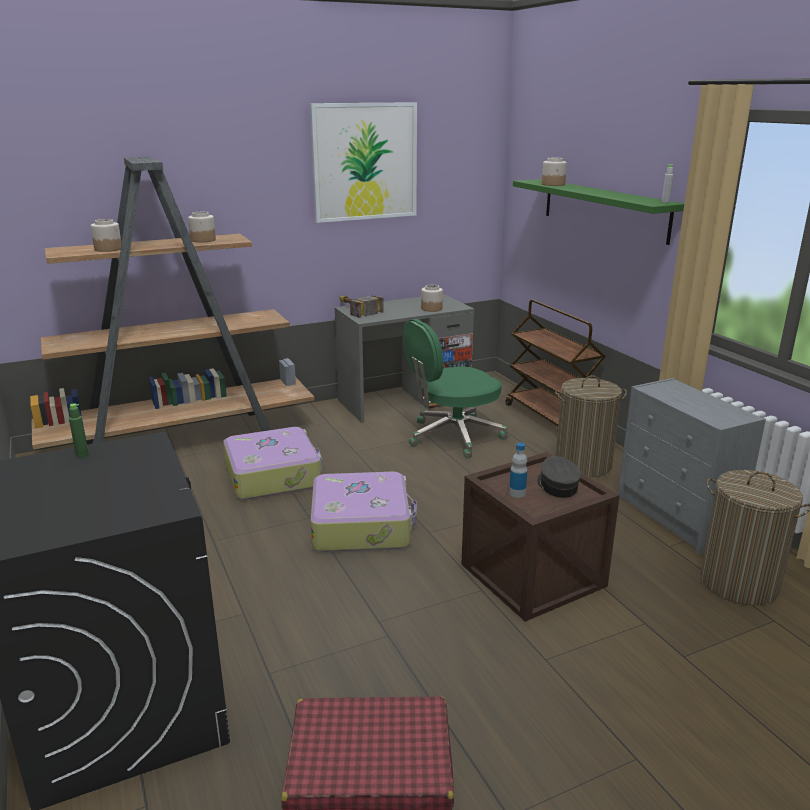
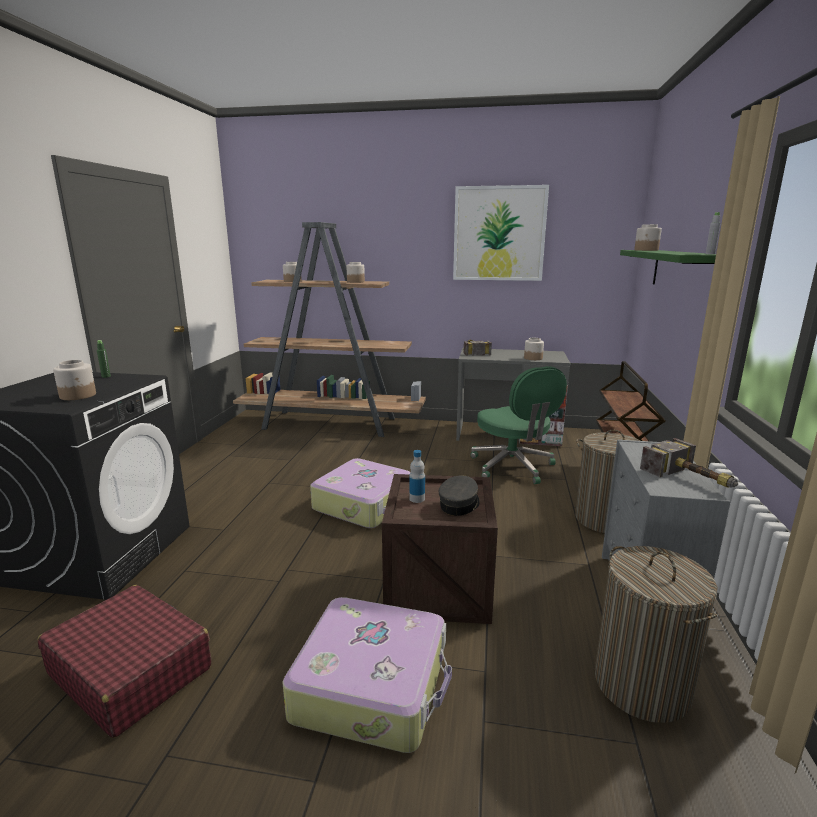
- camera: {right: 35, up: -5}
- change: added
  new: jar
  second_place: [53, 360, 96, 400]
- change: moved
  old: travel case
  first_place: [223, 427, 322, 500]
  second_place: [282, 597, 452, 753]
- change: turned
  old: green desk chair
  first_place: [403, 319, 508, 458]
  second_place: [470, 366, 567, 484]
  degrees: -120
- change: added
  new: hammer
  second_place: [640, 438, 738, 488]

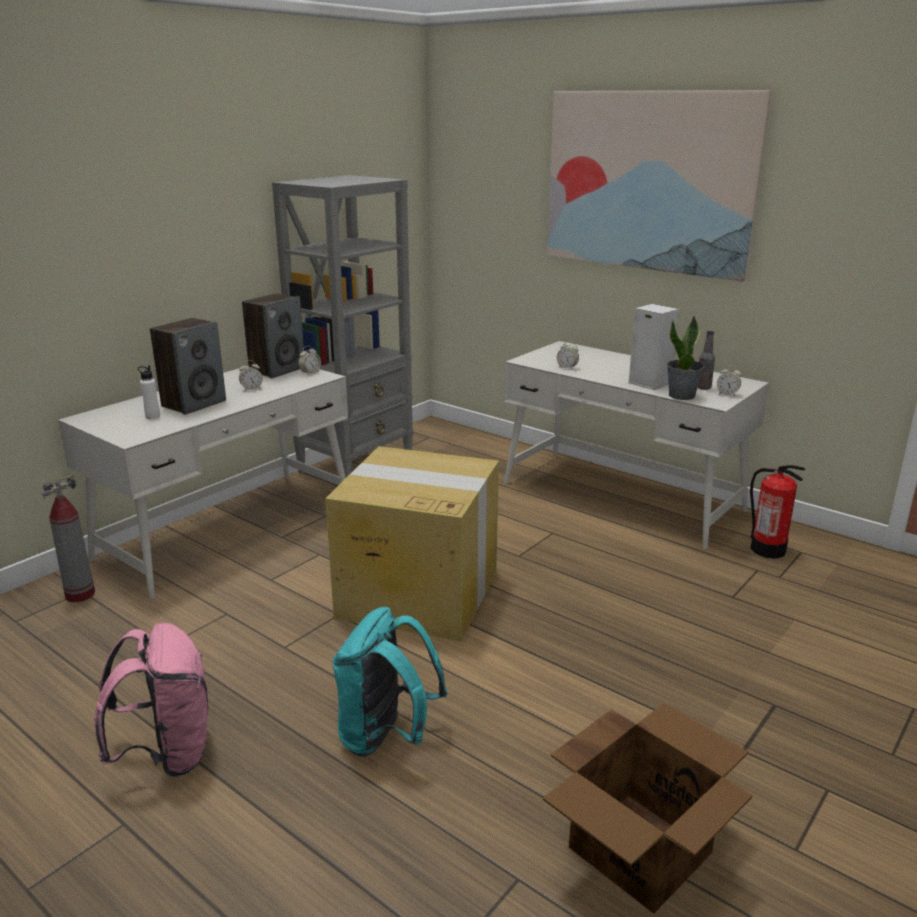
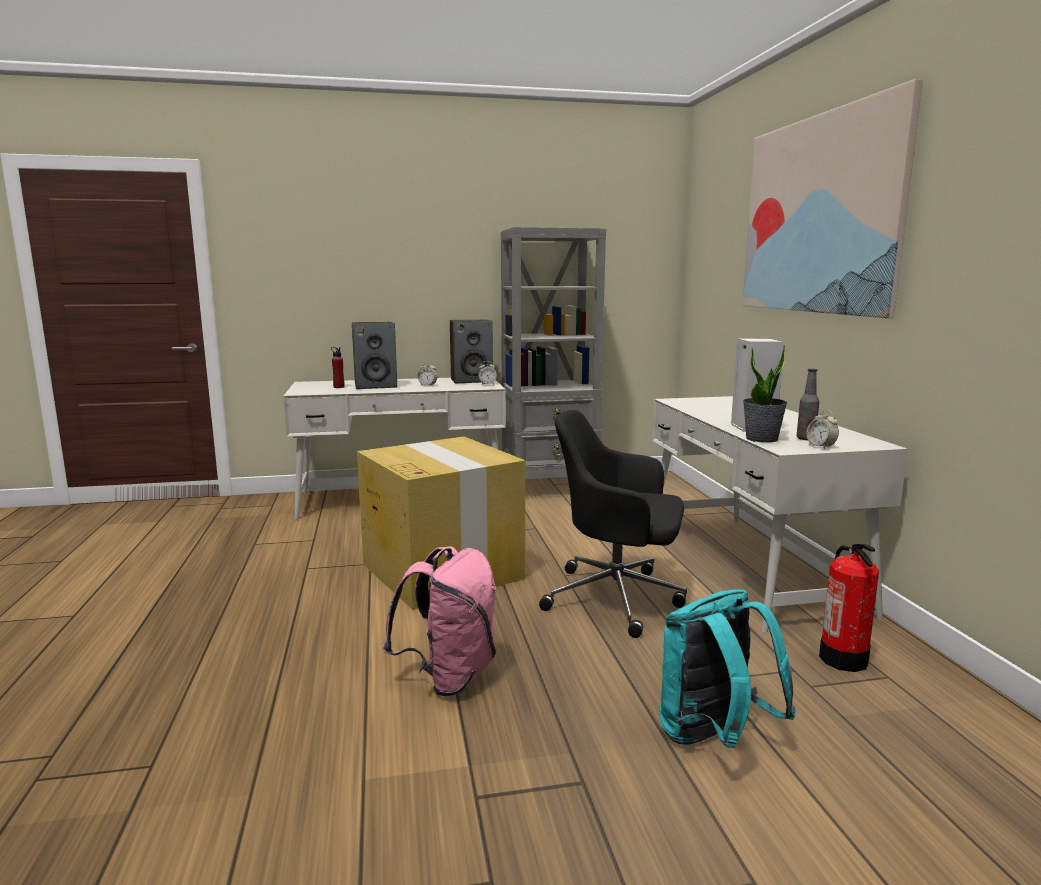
- camera: {right: 40, up: -10}
- change: recoloured
  old: whitish beverage bottle
  new: reddish beverage bottle
  first_place: [138, 365, 160, 419]
  second_place: [331, 347, 345, 388]
- change: moved
  old: pink-coloured knapsack
  first_place: [94, 623, 209, 777]
  second_place: [383, 546, 496, 697]
- change: added
  new: black-coloured desk chair
  second_place: [539, 410, 687, 638]
- change: moved
  old: blue-green knapsack
  first_place: [332, 607, 447, 757]
  second_place: [659, 589, 796, 748]
- change: removed
  old: fire extinguisher
  first_place: [42, 475, 95, 602]
- change: removed
  old: cardboard box
  first_place: [543, 703, 753, 914]
- change: removed
  old: alarm clock
  first_place: [557, 341, 579, 369]

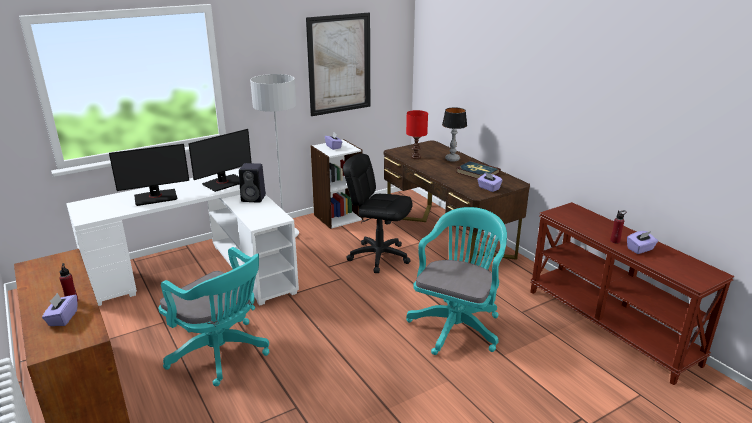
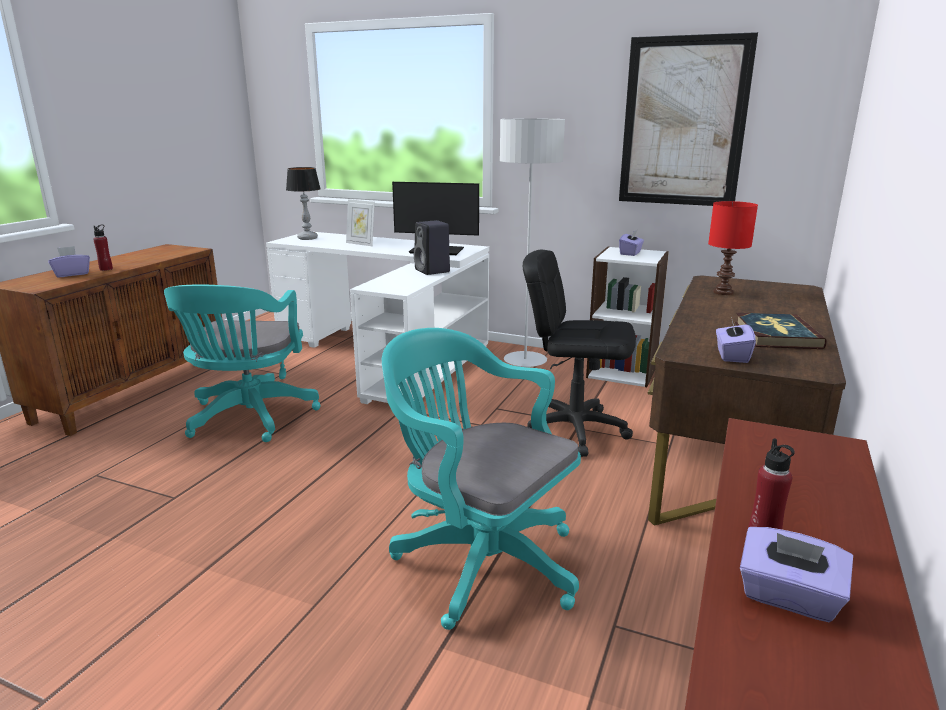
- camera: {right: 55, up: -5}
- change: moved
  old: tabletop lamp
  first_place: [442, 107, 467, 162]
  second_place: [286, 167, 321, 240]
- change: replaced
  old: computer display
  new: picture frame
  first_place: [109, 144, 189, 206]
  second_place: [346, 199, 375, 246]
- change: turned
  old: blue-green desk chair
  first_place: [406, 207, 507, 355]
  second_place: [382, 328, 581, 630]
  degrees: -135
- change: turned
  old: black-coloured desk chair
  first_place: [343, 153, 413, 273]
  second_place: [523, 250, 636, 457]
  degrees: -60

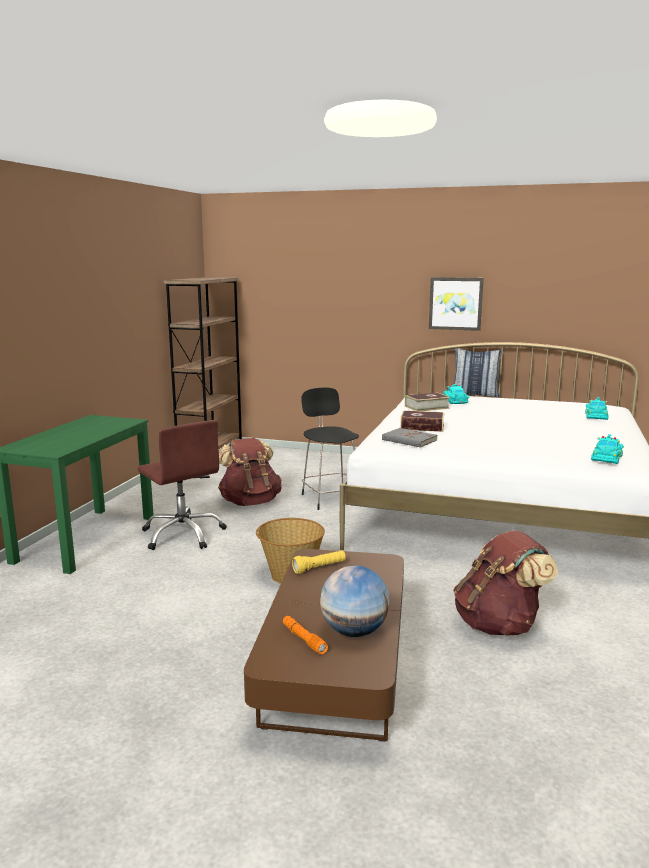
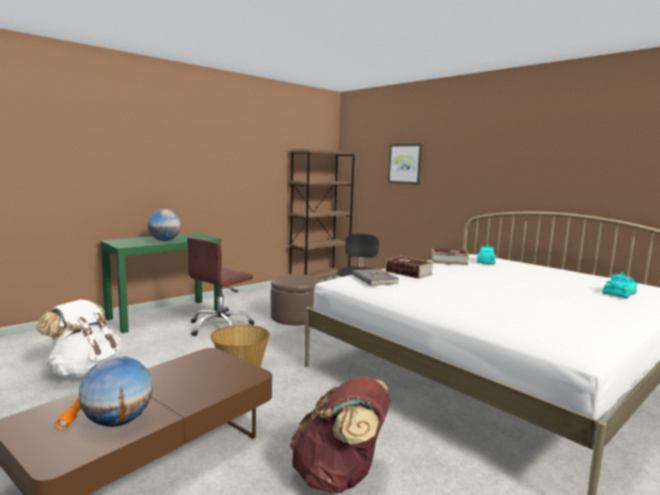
- camera: {right: 30, up: -5}
- change: added
  new: whitish knapsack
  second_place: [36, 300, 122, 378]
- change: added
  new: globe
  second_place: [147, 209, 181, 241]
- change: turned
  old: brownish desk chair
  first_place: [138, 420, 227, 550]
  second_place: [187, 237, 254, 336]
  degrees: 45
- change: replaced
  old: brownish knapsack
  new: brownish pouffe
  first_place: [218, 438, 282, 506]
  second_place: [271, 274, 321, 325]
- change: moved
  old: picture
  first_place: [429, 277, 484, 331]
  second_place: [388, 143, 423, 185]
- change: removed
  old: yellowish torch
  first_place: [292, 550, 346, 574]
- change: removed
  old: pillow
  first_place: [453, 348, 502, 397]
- change: removed
  old: blue-green miniature car
  first_place: [591, 434, 624, 464]

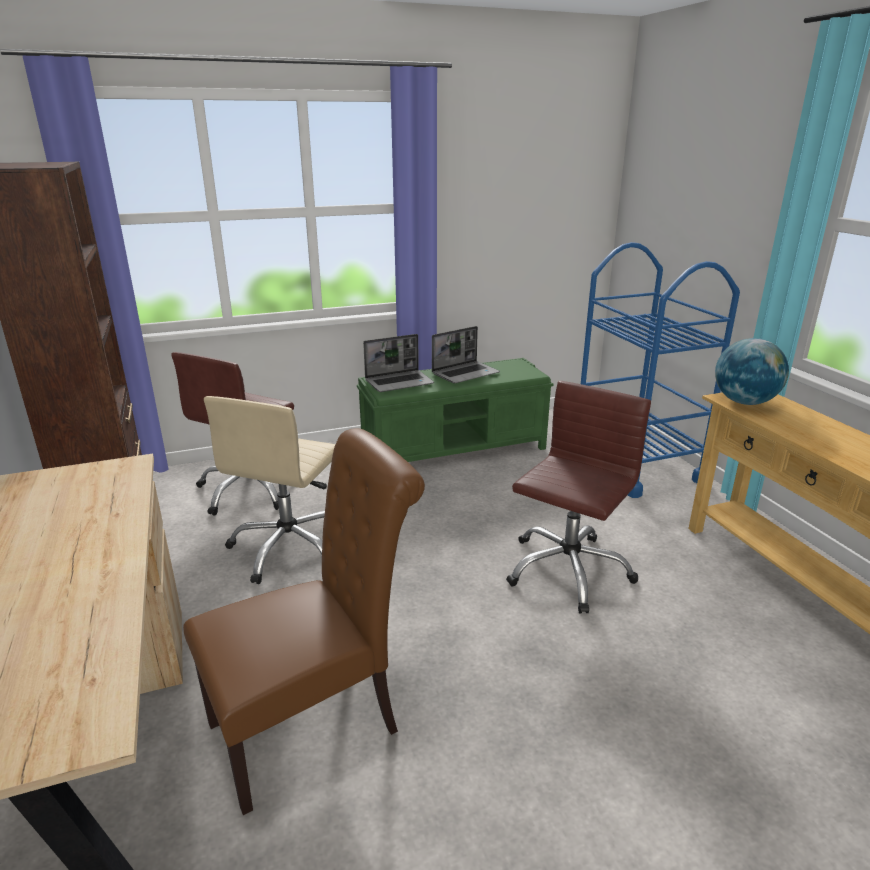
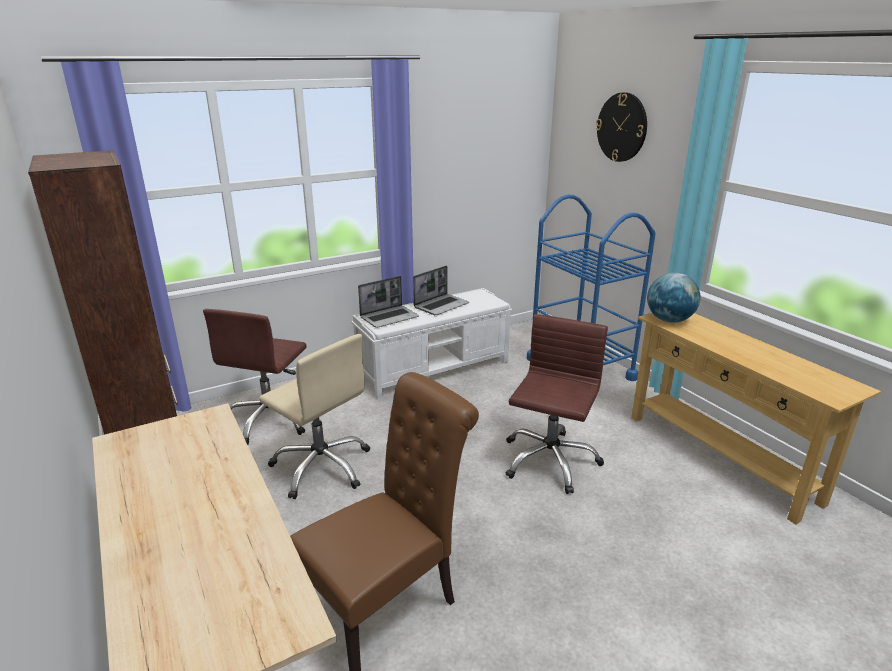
- camera: {right: -10, up: 0}
- change: turned
  old: sand-coloured desk chair
  first_place: [204, 396, 335, 584]
  second_place: [259, 334, 370, 499]
  degrees: -60
- change: recoloured
  old: green bench
  new: whitish bench
  first_place: [357, 358, 553, 462]
  second_place: [351, 288, 513, 399]
- change: added
  new: wall clock
  second_place: [596, 92, 647, 162]

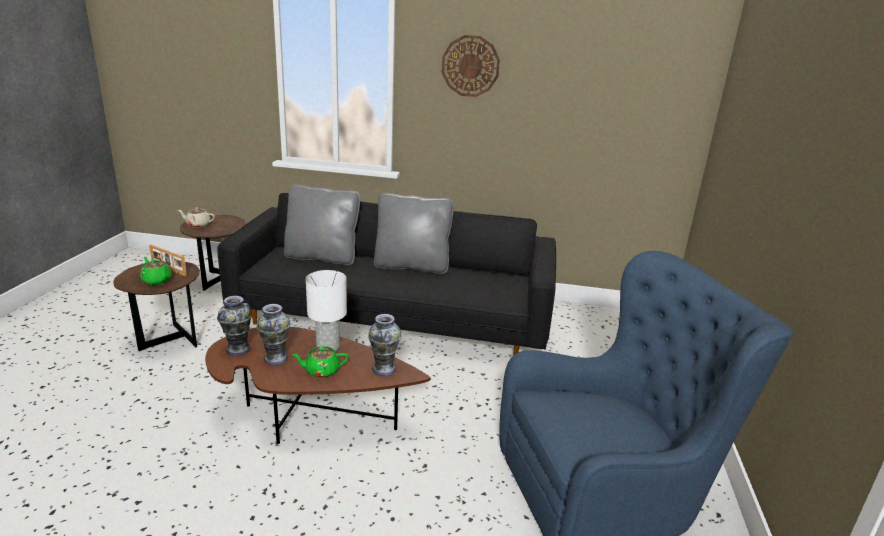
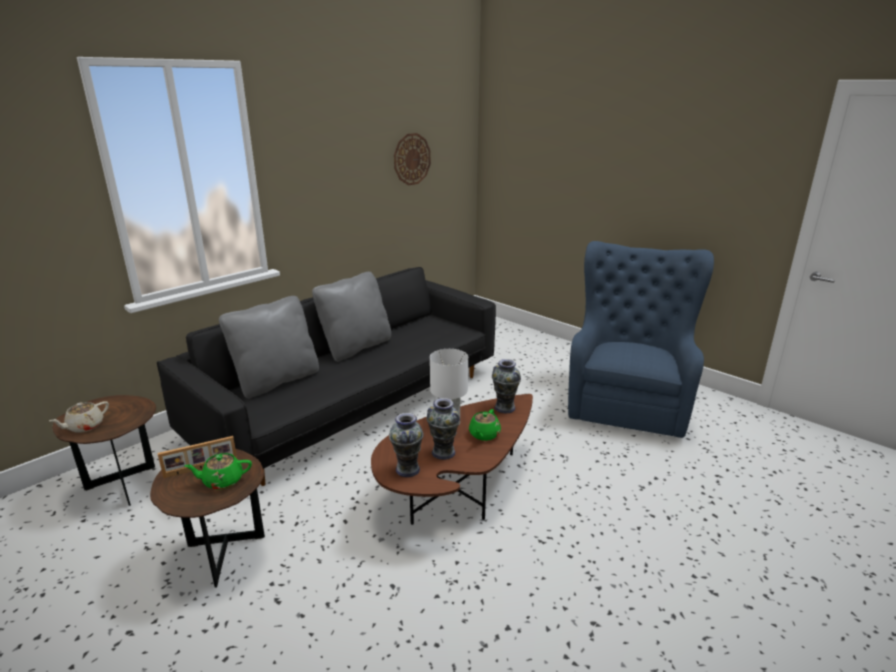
- camera: {right: -55, up: 0}
- change: moved
  old: wall clock
  first_place: [442, 35, 500, 97]
  second_place: [394, 133, 431, 185]

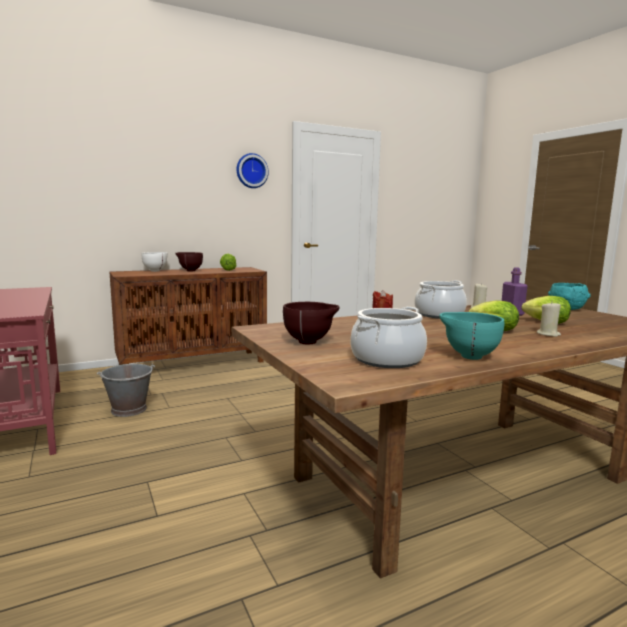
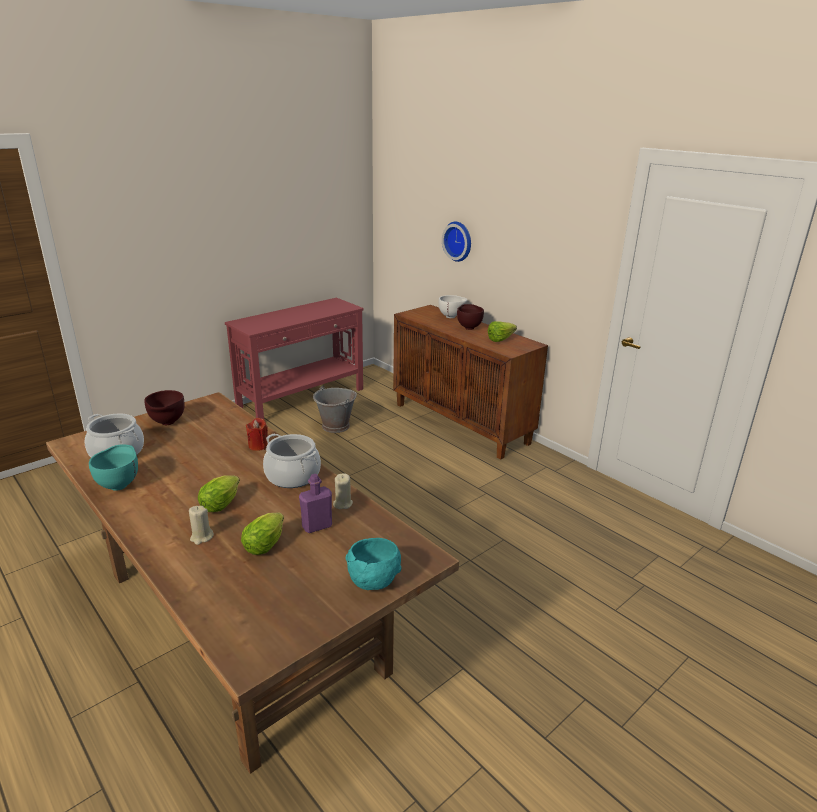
- camera: {right: 75, up: 15}
- change: moved
  old: wall clock
  first_place: [237, 153, 269, 188]
  second_place: [442, 222, 471, 262]

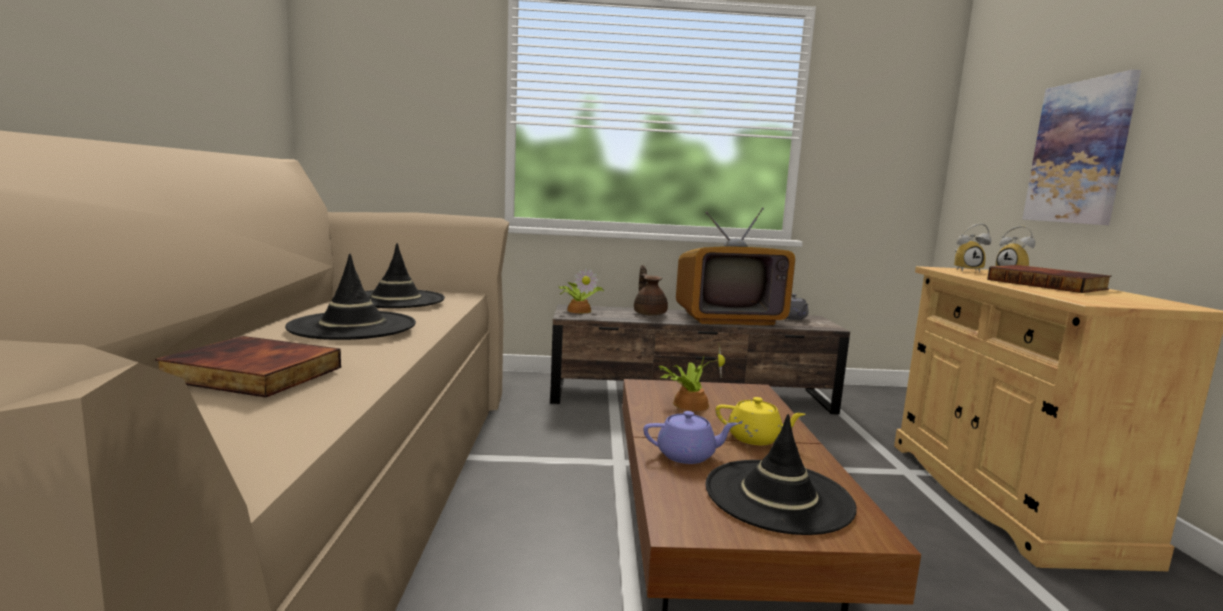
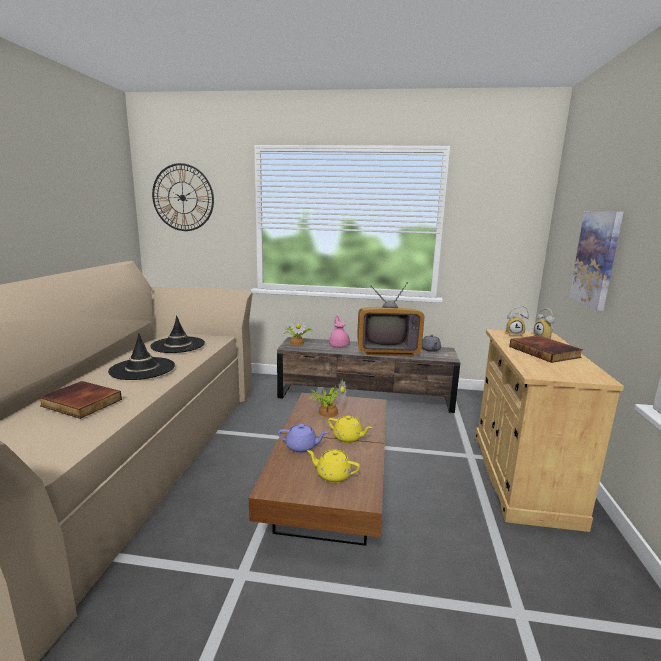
- camera: {right: 10, up: 5}
- change: added
  new: wall clock
  second_place: [152, 163, 214, 231]
- change: replaced
  old: black-coloured hat
  new: yellowish pot for tea
  first_place: [706, 414, 857, 535]
  second_place: [307, 450, 360, 483]
- change: recoloured
  old: brownish pot for tea
  new: pink-coloured pot for tea
  first_place: [634, 265, 668, 316]
  second_place: [329, 315, 350, 348]

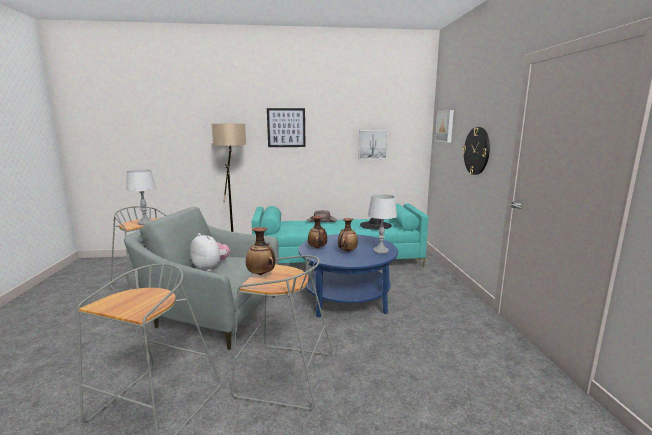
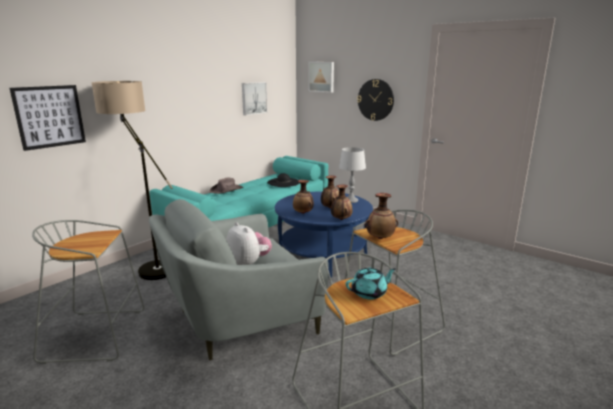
- camera: {right: -45, up: 5}
- change: moved
  old: picture
  first_place: [267, 108, 306, 147]
  second_place: [10, 85, 86, 151]
- change: turned
  old: soft toy
  first_place: [190, 233, 230, 272]
  second_place: [226, 222, 272, 265]
  degrees: 60
- change: added
  new: vase
  second_place: [331, 184, 353, 220]
- change: added
  new: blue-green pot for tea
  second_place: [346, 268, 396, 300]
- change: removed
  old: greyish tabletop lamp
  first_place: [126, 170, 156, 225]

